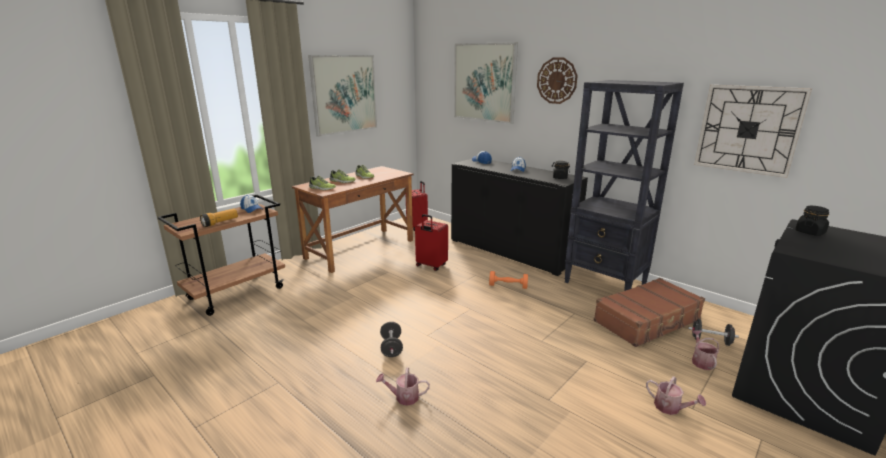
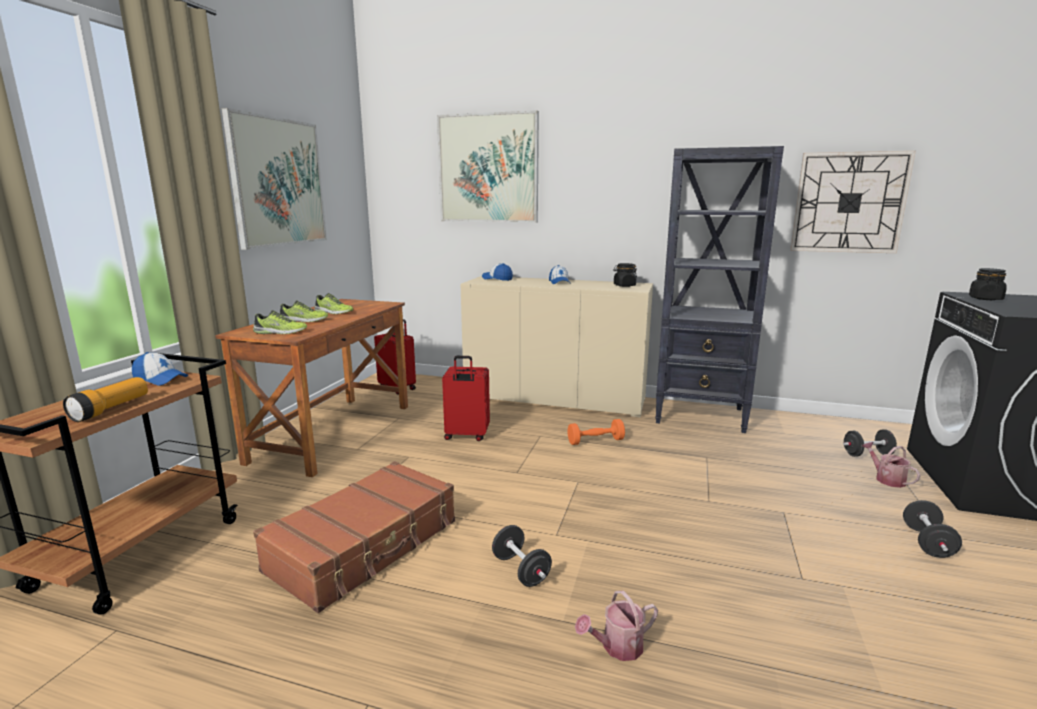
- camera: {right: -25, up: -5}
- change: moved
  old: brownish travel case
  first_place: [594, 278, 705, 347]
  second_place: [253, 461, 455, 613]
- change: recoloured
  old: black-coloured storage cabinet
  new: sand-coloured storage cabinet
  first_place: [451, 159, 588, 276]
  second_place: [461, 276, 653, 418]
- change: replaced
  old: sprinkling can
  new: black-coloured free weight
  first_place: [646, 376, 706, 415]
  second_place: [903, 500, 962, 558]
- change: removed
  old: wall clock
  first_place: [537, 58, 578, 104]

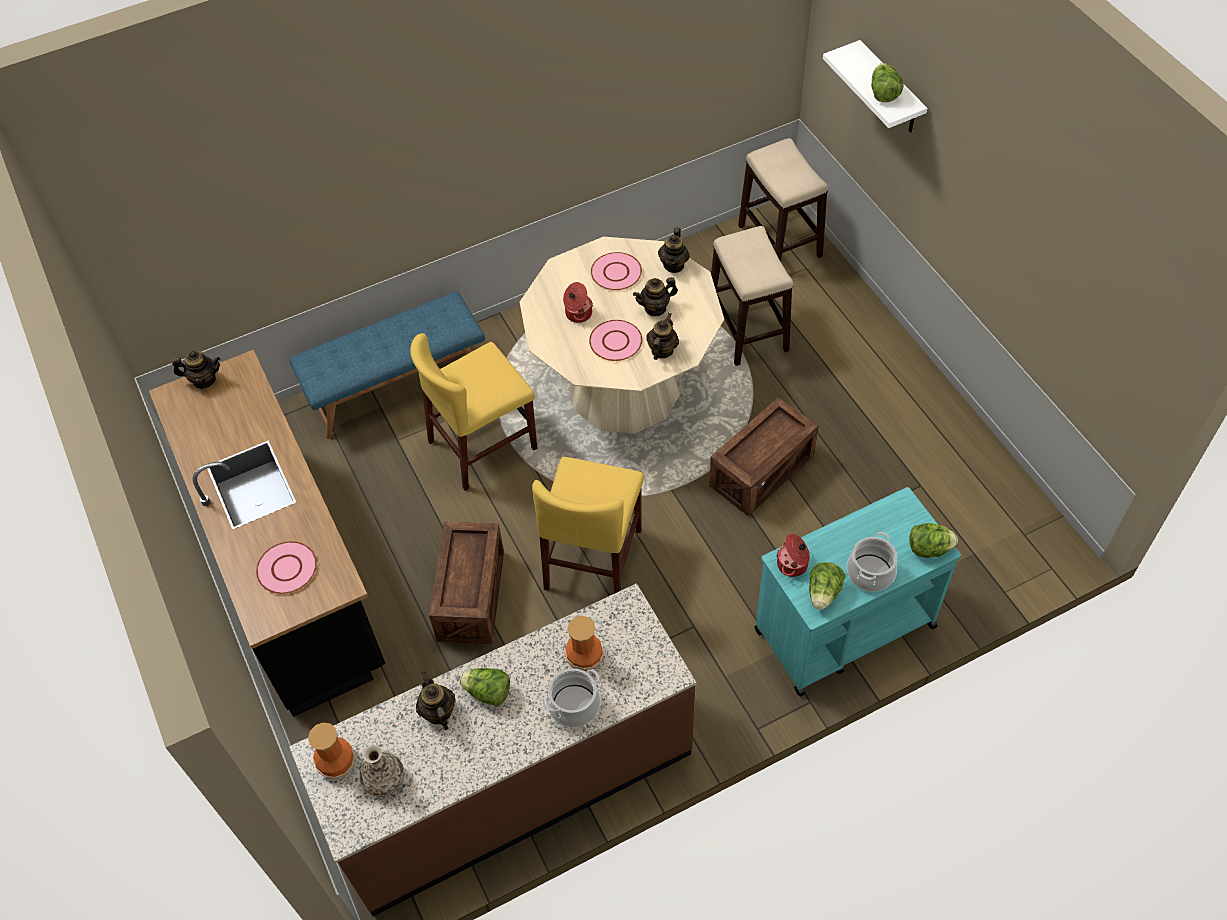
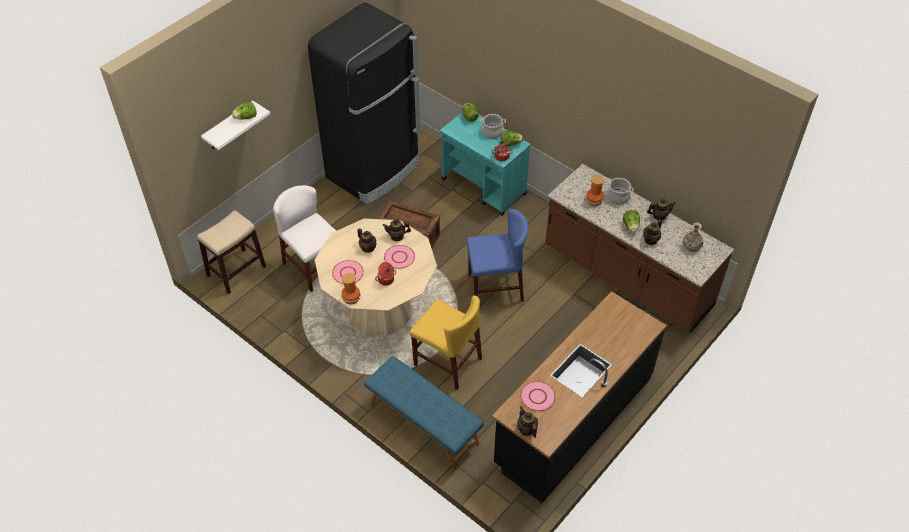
- camera: {right: -115, up: -5}
- change: replaced
  old: stool
  new: whitish plain chair
  first_place: [711, 226, 793, 366]
  second_place: [273, 185, 336, 292]
- change: added
  new: black-coloured kitchen fridge
  second_place: [308, 3, 420, 204]
- change: moved
  old: vase
  first_place: [308, 723, 355, 779]
  second_place: [341, 273, 361, 305]
- change: recoloured
  old: yellowish plain chair
  new: blue plain chair
  first_place: [532, 457, 644, 594]
  second_place: [466, 209, 528, 302]
- change: moved
  old: pink-coloured flat dish
  first_place: [256, 541, 317, 594]
  second_place: [520, 381, 555, 411]
- change: moved
  old: pot for tea
  first_place: [658, 227, 690, 273]
  second_place: [647, 199, 676, 221]
- change: removed
  old: packing crate
  first_place: [429, 522, 504, 644]

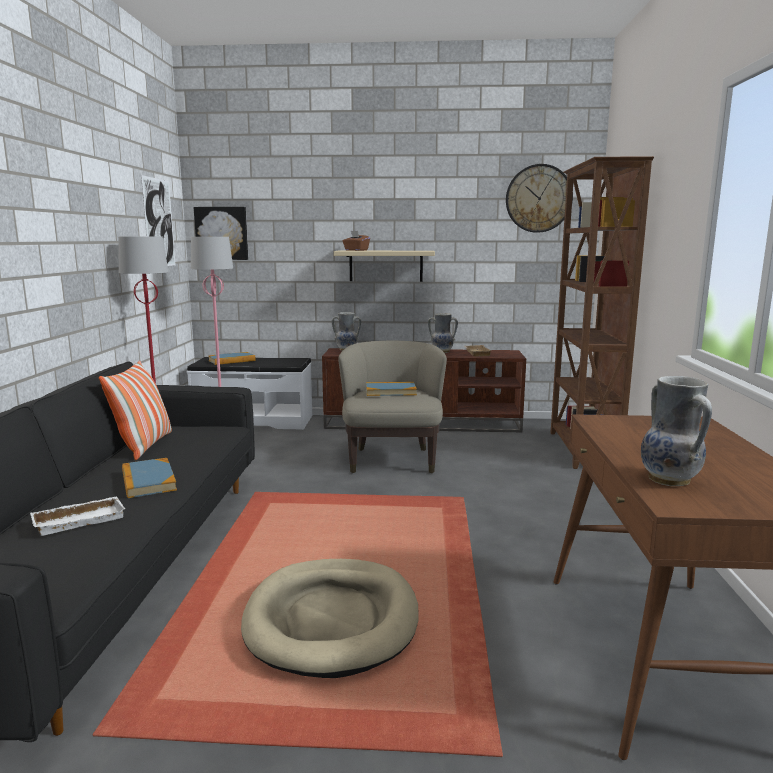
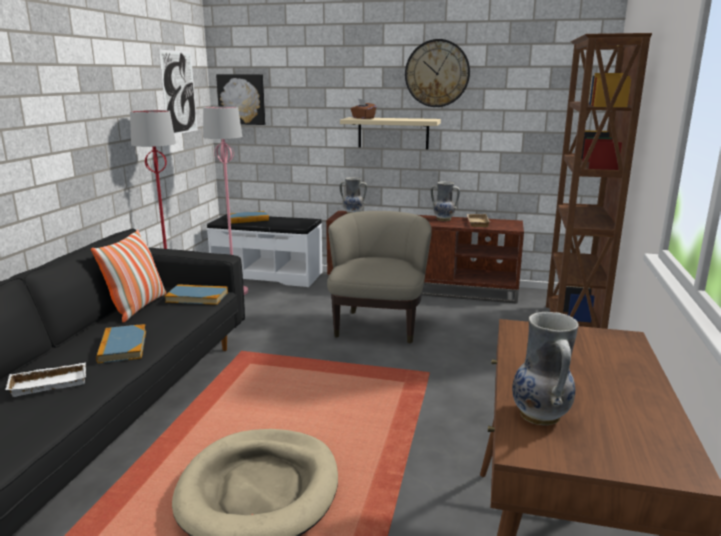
- camera: {right: 10, up: 5}
- change: moved
  old: book
  first_place: [366, 382, 417, 396]
  second_place: [165, 284, 228, 305]
- change: moved
  old: wall clock
  first_place: [506, 164, 573, 233]
  second_place: [405, 39, 470, 107]

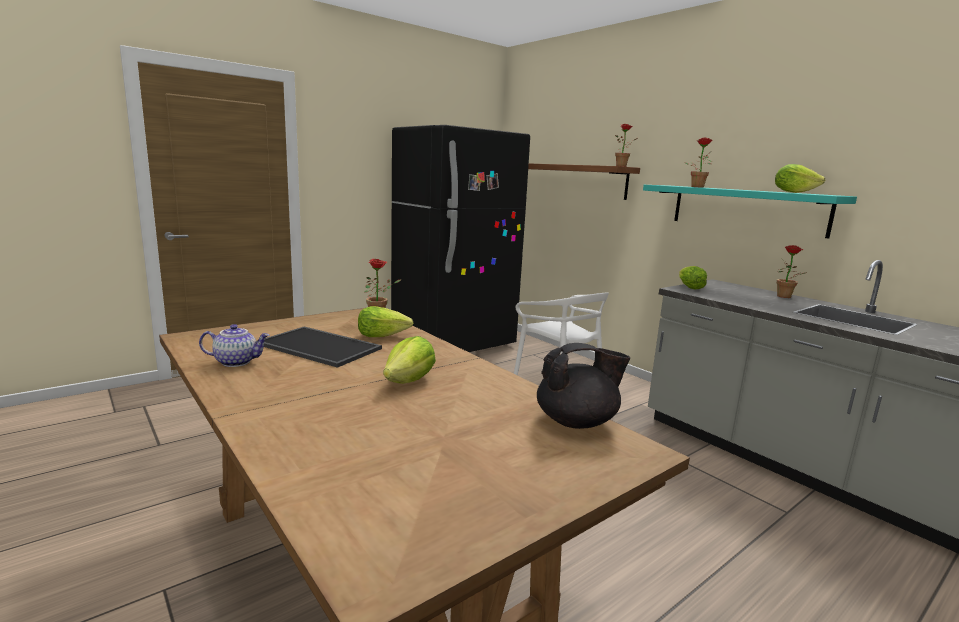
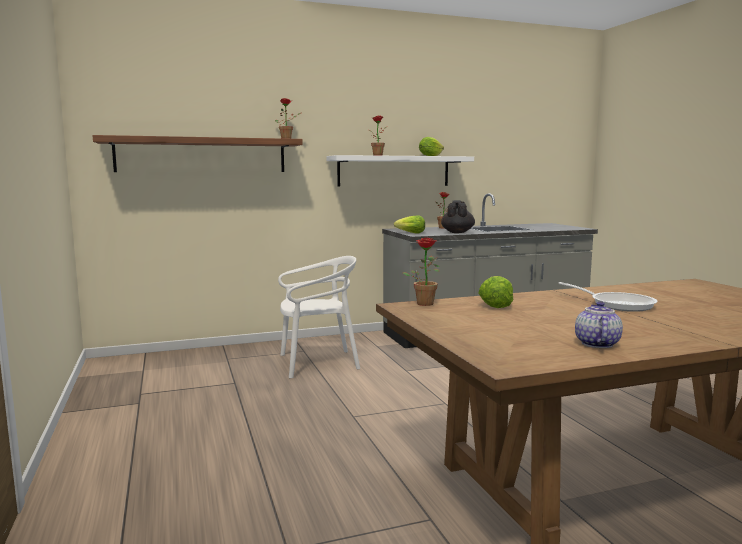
- camera: {right: -70, up: -5}
- change: recoloured
  old: blue-green bracket shelf
  new: whitish bracket shelf
  first_place: [643, 185, 857, 238]
  second_place: [326, 155, 474, 187]
- change: moved
  old: black-coloured pot for tea
  first_place: [537, 343, 630, 429]
  second_place: [441, 200, 475, 233]
- change: replaced
  old: lettuce
  new: frying pan
  first_place: [383, 336, 436, 384]
  second_place: [558, 282, 657, 312]
- change: removed
  old: carrying tray
  first_place: [256, 326, 382, 368]
- change: removed
  old: black-coloured kitchen fridge
  first_place: [391, 125, 530, 352]

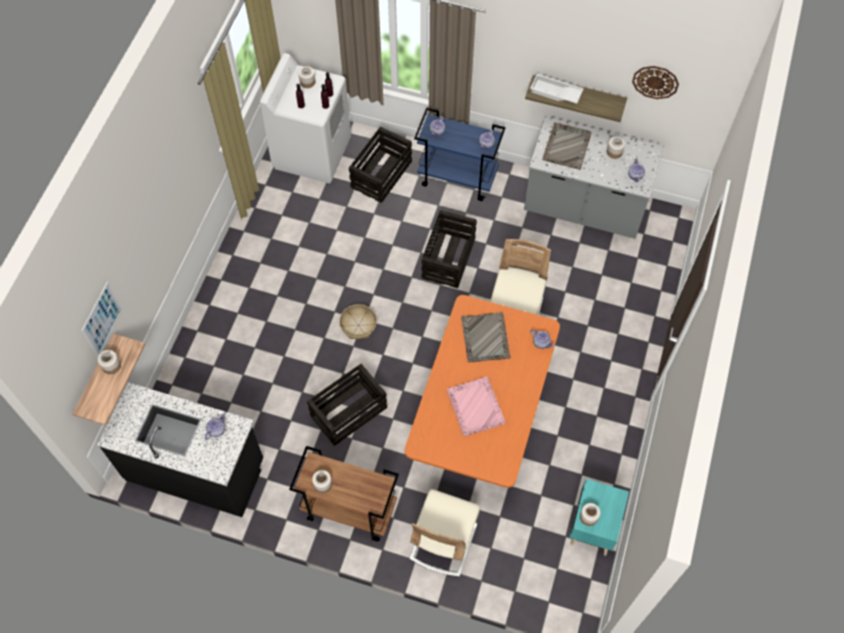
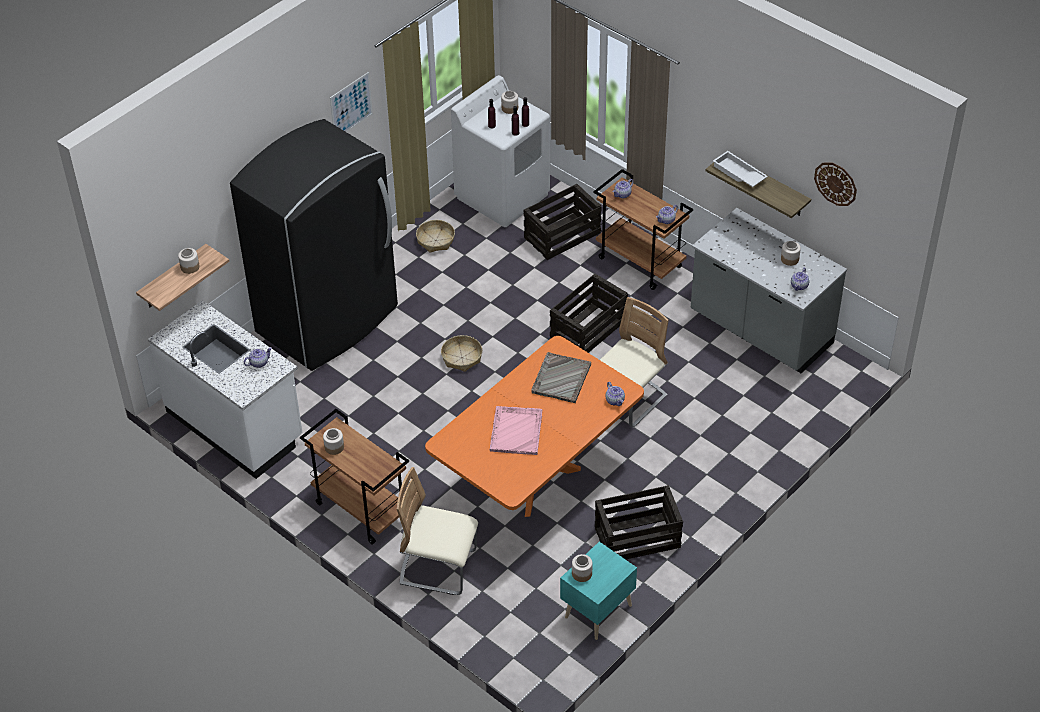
- camera: {right: 25, up: -15}
- change: recoloured
  old: black-coloured kitchen counter
  new: whitish kitchen counter
  first_place: [98, 382, 263, 517]
  second_place: [148, 300, 303, 479]
- change: added
  new: black-coloured kitchen fridge
  second_place: [230, 119, 398, 371]
- change: moved
  old: picture
  first_place: [82, 281, 122, 356]
  second_place: [330, 72, 373, 132]
- change: turned
  old: sand-coloured plain chair
  first_place: [410, 489, 481, 577]
  second_place: [397, 467, 478, 595]
  degrees: 60
- change: added
  new: storage basket
  second_place: [416, 220, 455, 253]
- change: recoloured
  old: blue trolley
  new: brownish trolley
  first_place: [414, 107, 506, 201]
  second_place: [593, 169, 693, 290]
- change: moved
  old: packing crate
  first_place: [307, 364, 387, 446]
  second_place: [595, 485, 683, 560]
- change: removed
  old: greyish carrying tray
  first_place: [542, 122, 592, 170]

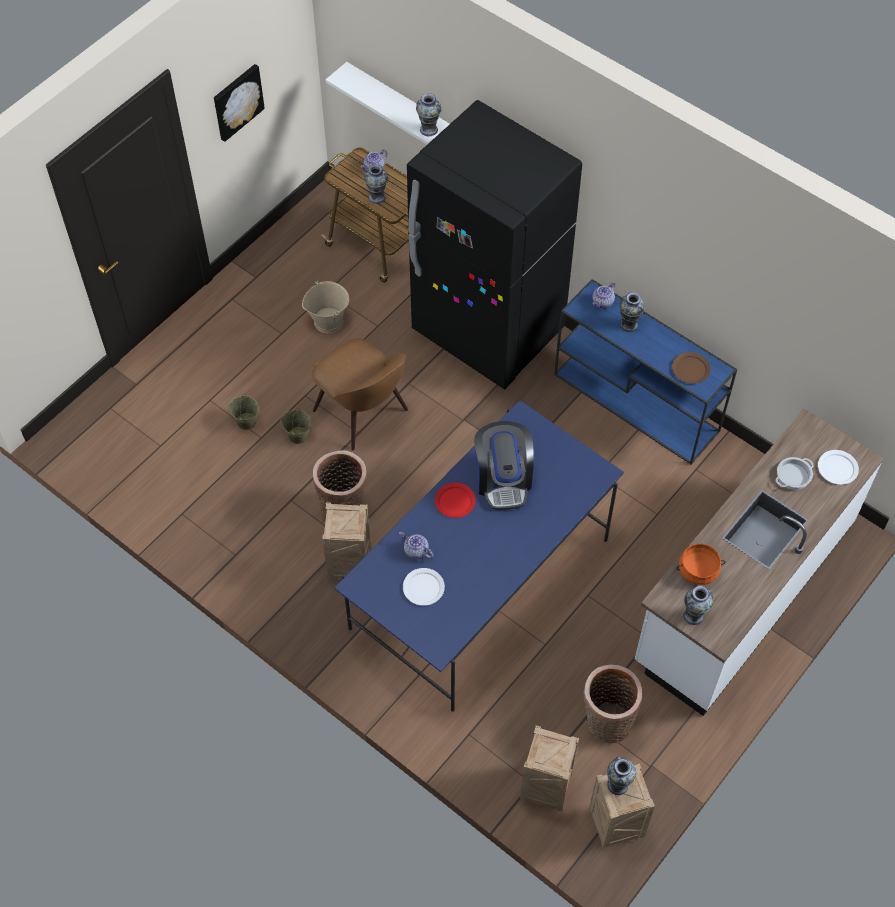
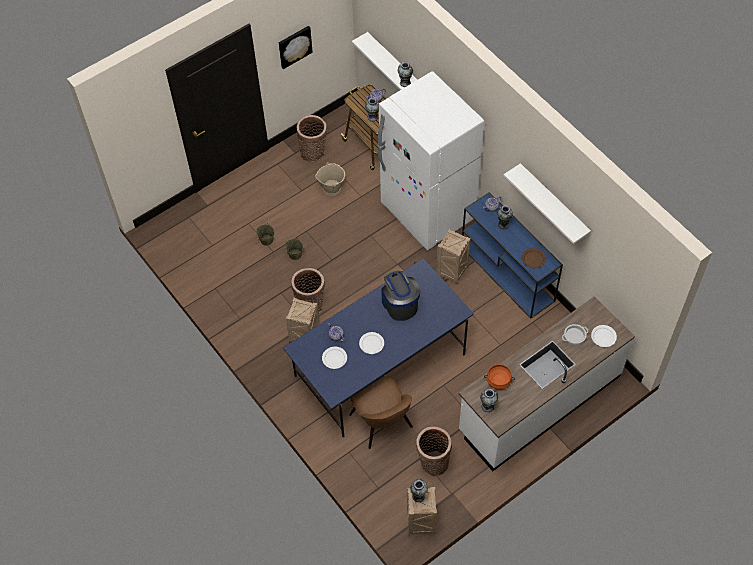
- camera: {right: 15, up: 0}
- change: added
  new: storage basket
  second_place: [296, 115, 327, 162]
- change: moved
  old: brownish plain chair
  first_place: [312, 339, 408, 450]
  second_place: [349, 375, 413, 449]
- change: added
  new: whitish flat dish
  second_place: [359, 332, 384, 354]
- change: recoloured
  old: black-coloured kitchen fridge
  new: whitish kitchen fridge
  first_place: [407, 100, 582, 389]
  second_place: [378, 71, 484, 250]
- change: turned
  old: coffee brewer
  first_place: [474, 421, 534, 510]
  second_place: [381, 271, 421, 321]
  degrees: 150
- change: moved
  old: packing crate
  first_place: [520, 725, 579, 811]
  second_place: [436, 228, 471, 283]
- change: added
  new: whitish bracket shelf
  second_place: [504, 163, 591, 244]
- change: removed
  old: reddish flat dish
  first_place: [435, 483, 476, 518]

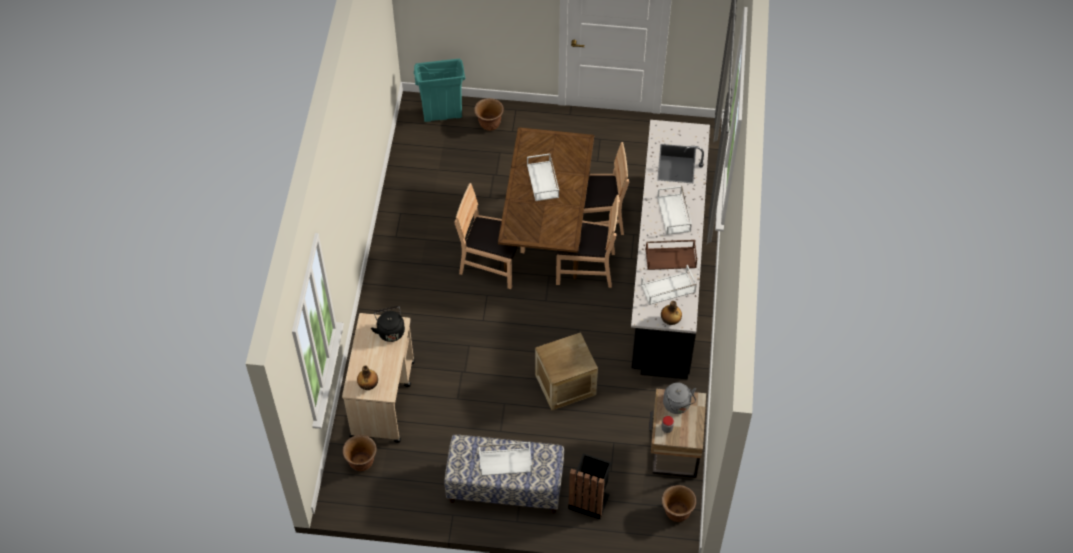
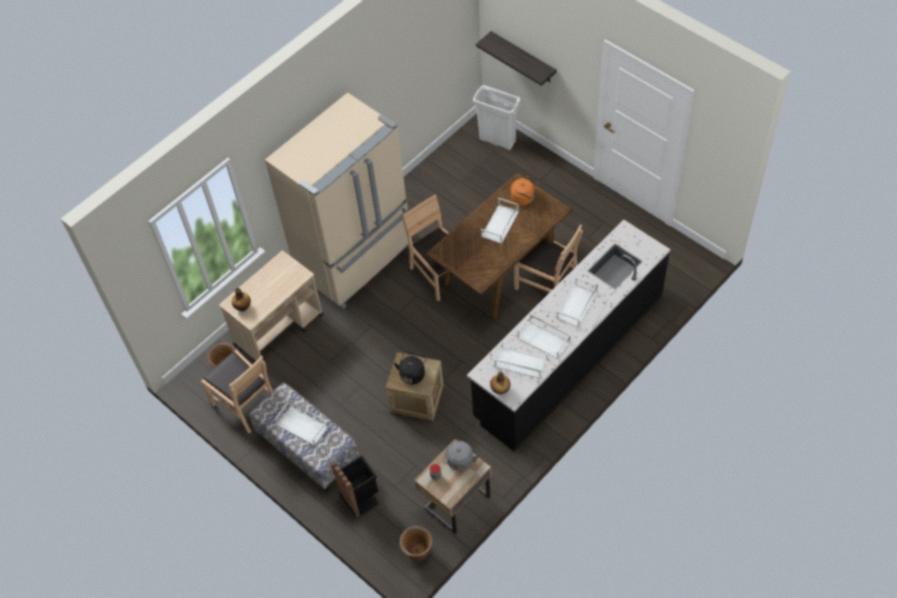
- camera: {right: 40, up: 0}
- change: moved
  old: brownish plain chair
  first_place: [556, 195, 620, 288]
  second_place: [201, 350, 273, 433]
- change: added
  new: sand-coloured kitchen fridge
  second_place: [265, 92, 409, 309]
- change: moved
  old: black-coloured kettle
  first_place: [371, 306, 405, 342]
  second_place: [394, 351, 427, 385]
- change: recoloured
  old: blue-green rubbish bin
  new: whitish rubbish bin
  first_place: [414, 59, 466, 122]
  second_place: [473, 85, 521, 150]
- change: added
  new: bracket shelf
  second_place: [476, 31, 557, 86]
- change: added
  new: orangey kettle
  second_place: [511, 176, 538, 205]
- change: recoloured
  old: brownish carrying tray
  new: whitish carrying tray
  first_place: [645, 240, 697, 270]
  second_place: [518, 314, 571, 359]
- change: removed
  old: brownish plant pot
  first_place: [474, 98, 504, 131]

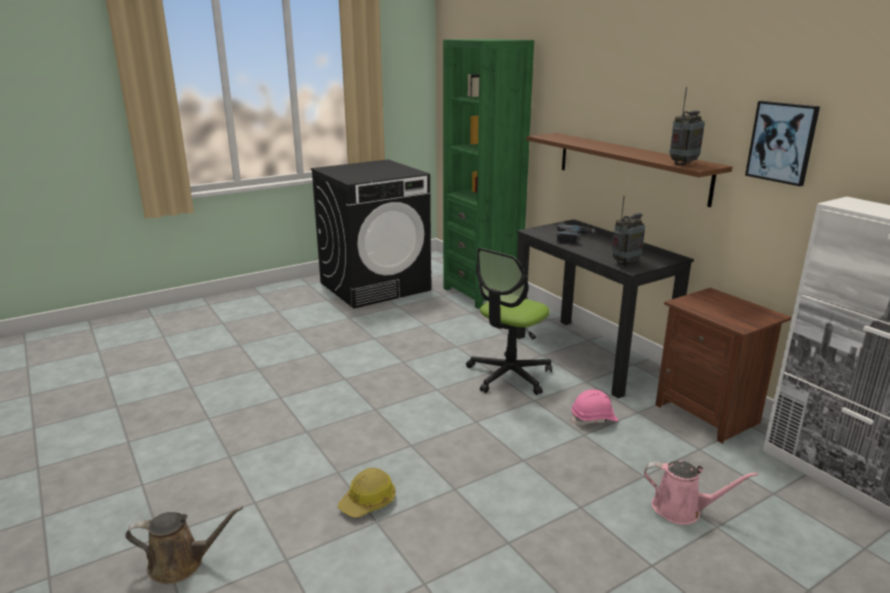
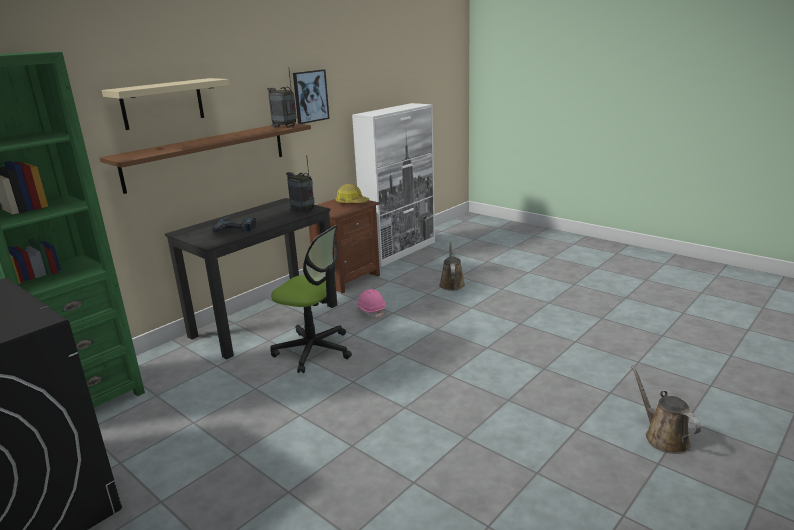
- camera: {right: -105, up: 0}
- change: added
  new: sand-coloured bracket shelf
  second_place: [102, 78, 229, 130]
- change: moved
  old: safety helmet
  first_place: [338, 468, 396, 518]
  second_place: [335, 184, 369, 203]
- change: recoloured
  old: pink-coloured sprinkling can
  new: brownish sprinkling can
  first_place: [644, 461, 758, 525]
  second_place: [439, 241, 465, 290]

